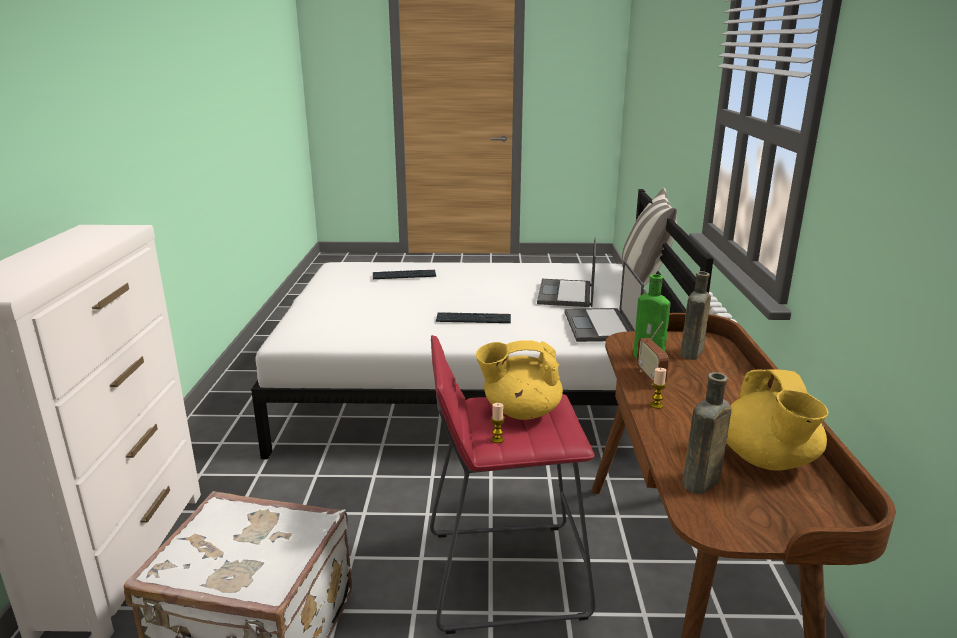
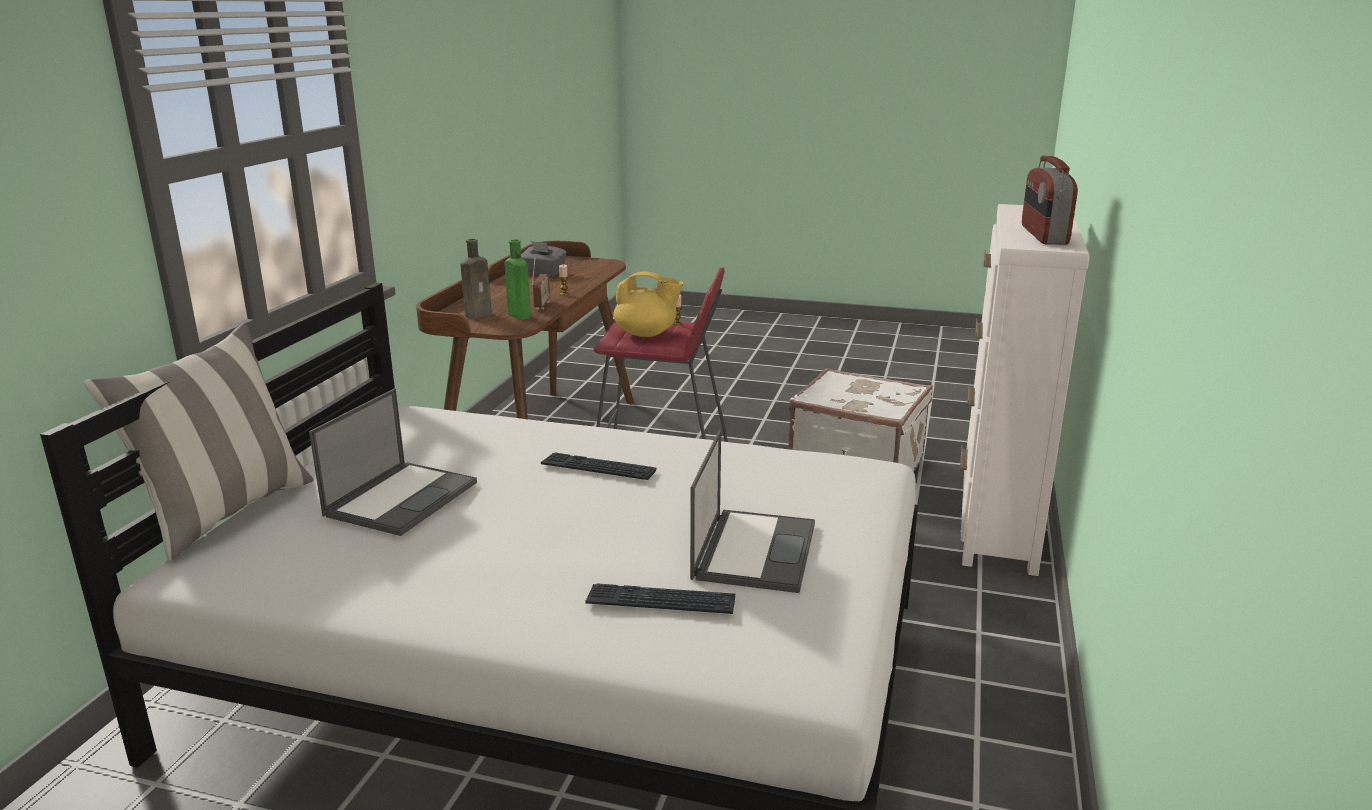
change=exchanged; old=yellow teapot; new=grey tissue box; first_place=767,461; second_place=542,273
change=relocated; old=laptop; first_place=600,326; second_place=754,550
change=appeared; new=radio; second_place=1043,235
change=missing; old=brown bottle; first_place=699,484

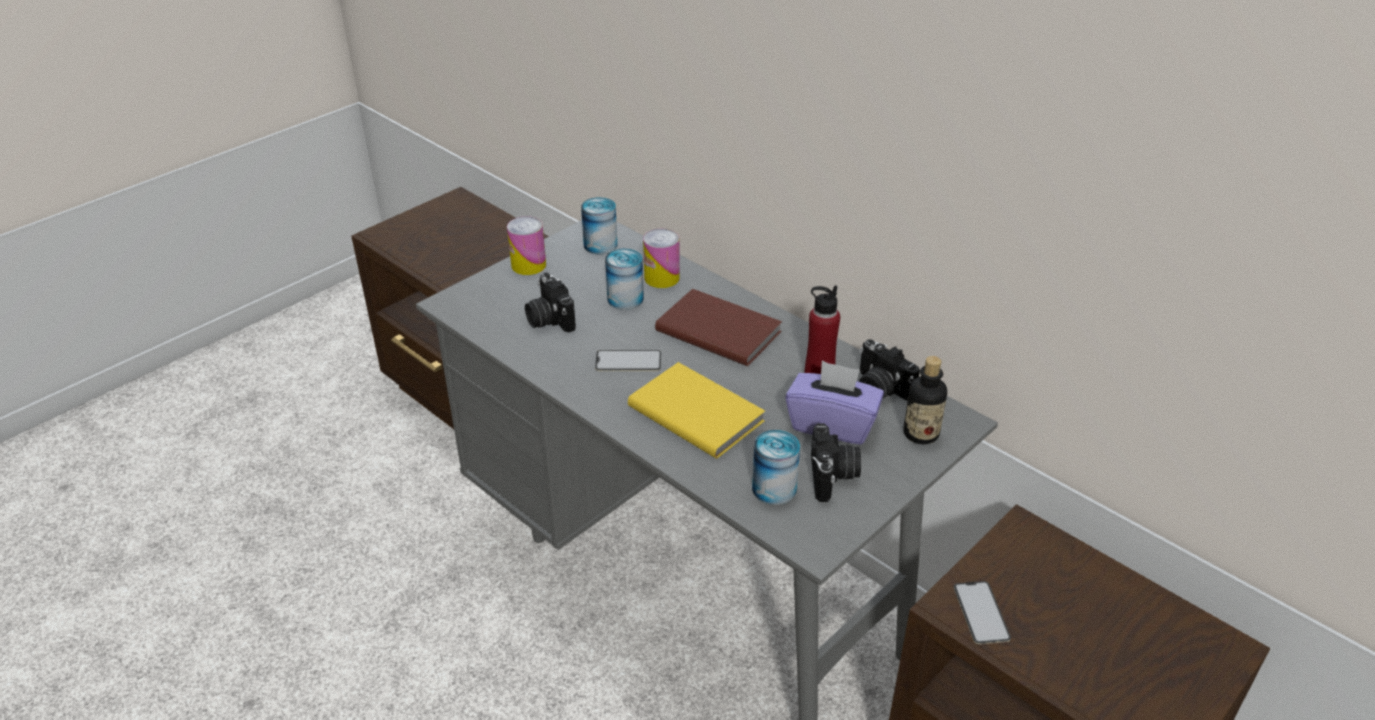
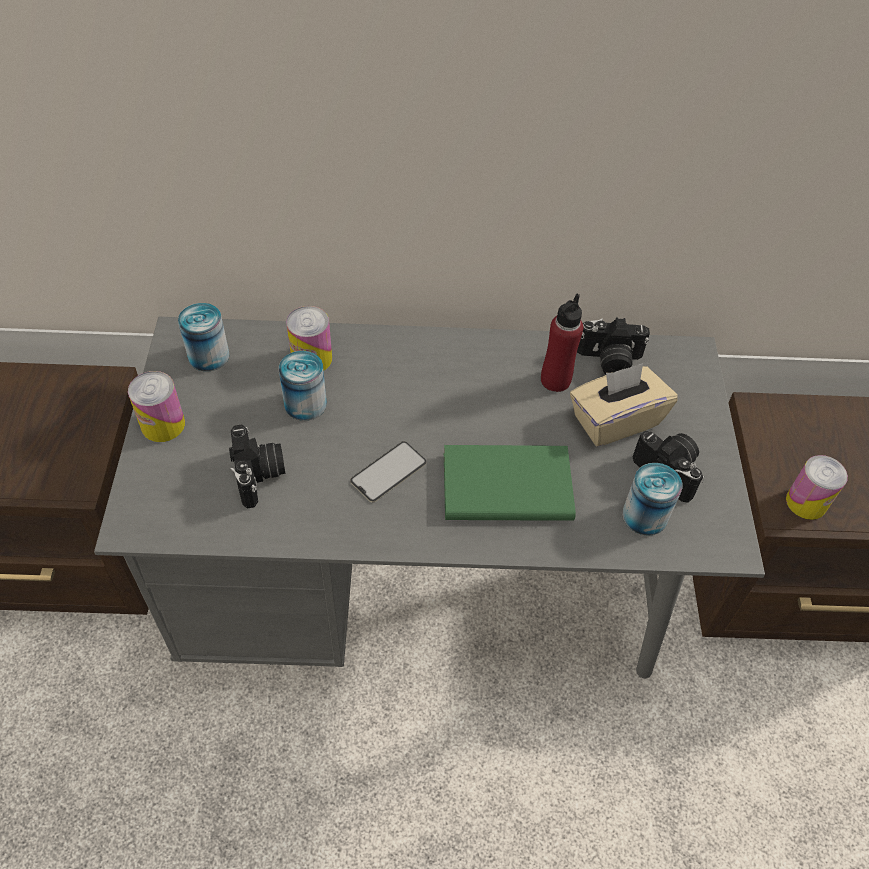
change=spun; old=photo camera; first_place=549,319; second_place=260,475; degrees=-120
change=colour; old=yellow book; new=green book; first_place=696,411; second_place=505,484
change=colour; old=purple tissue box; new=beige tissue box; first_place=832,424; second_place=615,420
change=exchanged; old=phone; new=can; first_place=981,612; second_place=806,502
change=missing; old=brown book; first_place=718,329
change=missing; old=bottle; first_place=921,433

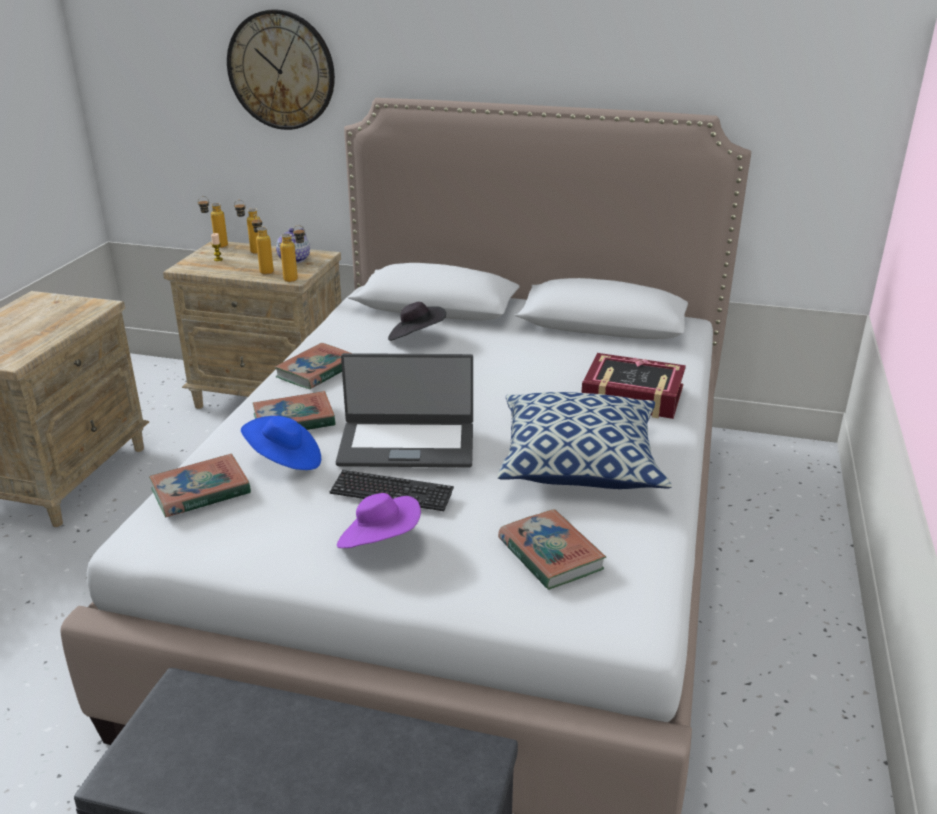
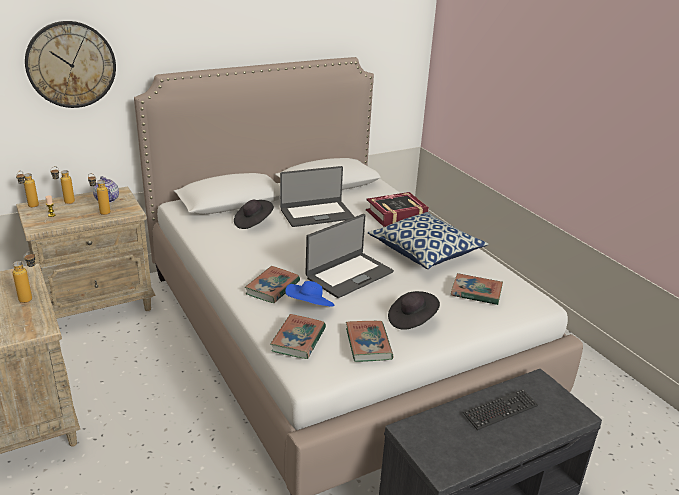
change=relocated; old=bottle; first_place=296,280; second_place=31,298
change=appeared; new=laptop; second_place=316,214
change=relocated; old=book; first_place=316,371; second_place=368,344
change=colour; old=purple hat; new=black hat; first_place=380,542; second_place=411,320
change=relocated; old=keyboard; first_place=392,493; second_place=500,410

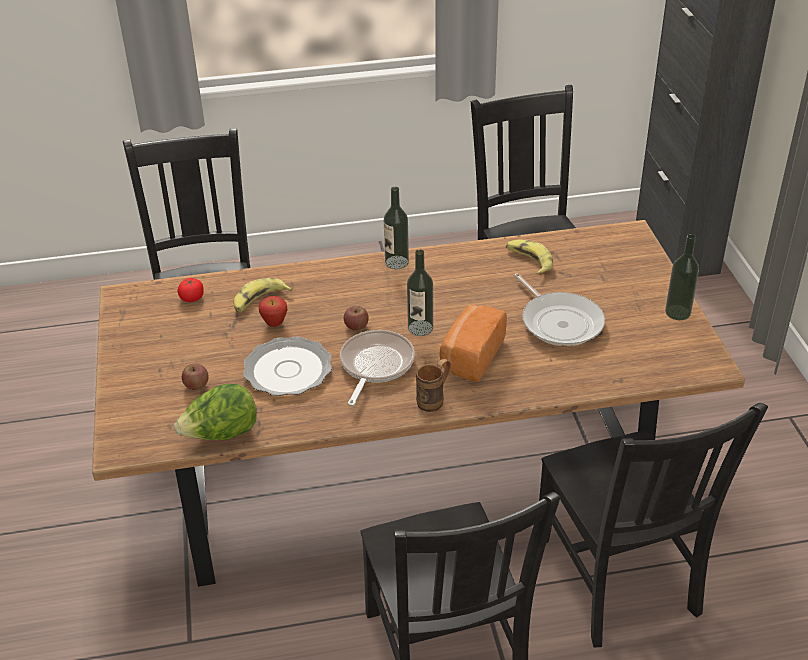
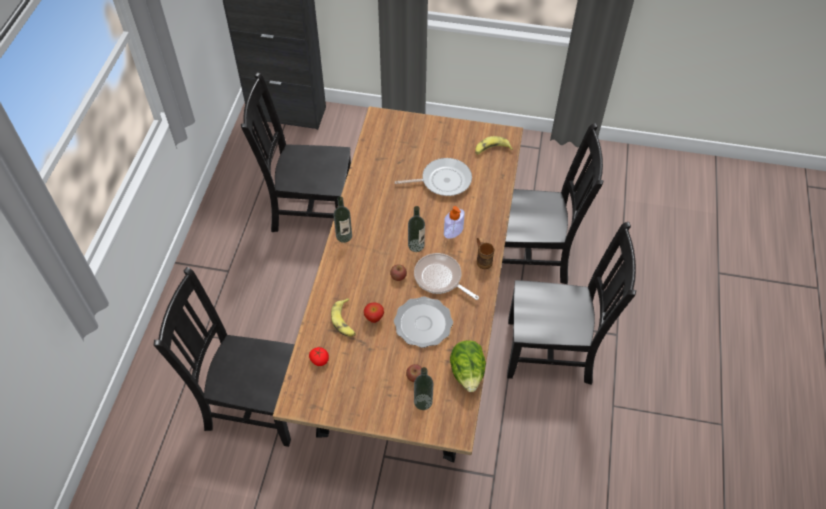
change=relocated; old=bottle; first_place=678,312; second_place=423,401
change=exchanged; old=bread; new=soap dispenser; first_place=470,356; second_place=453,231
change=relocated; old=banana; first_place=529,261; second_place=491,149

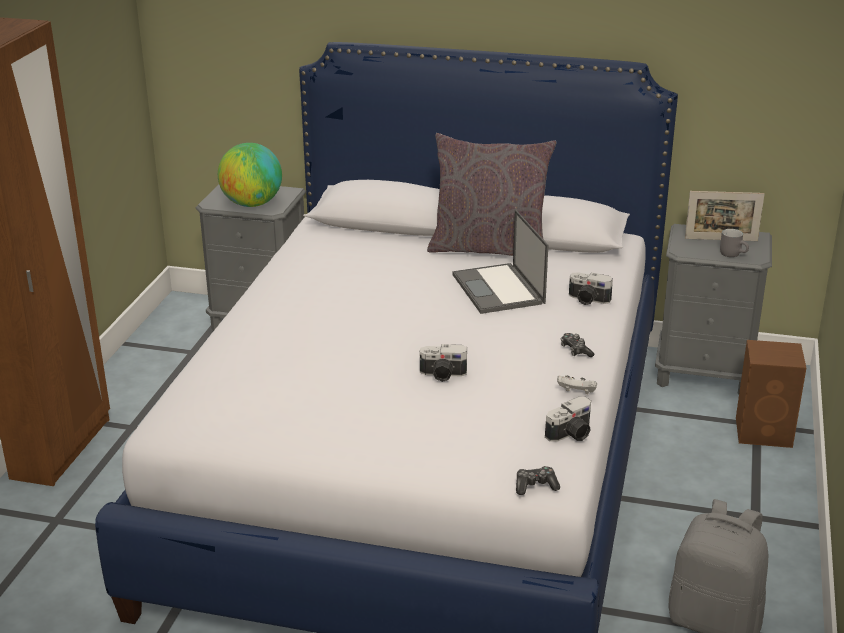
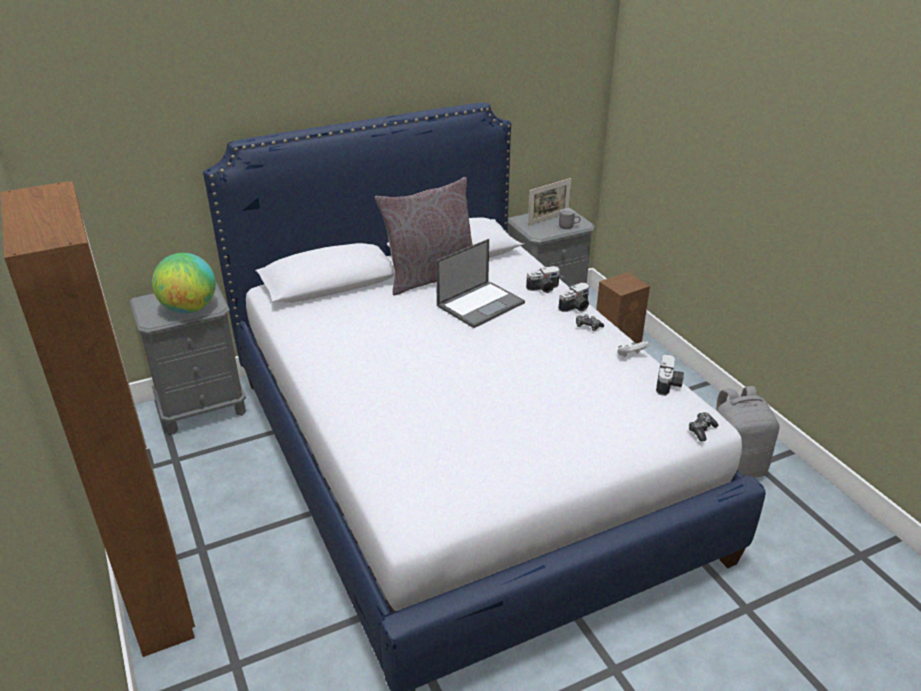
change=spun; old=laptop; first_place=499,289; second_place=481,304; degrees=-75
change=relocated; old=photo camera; first_place=442,375; second_place=576,307

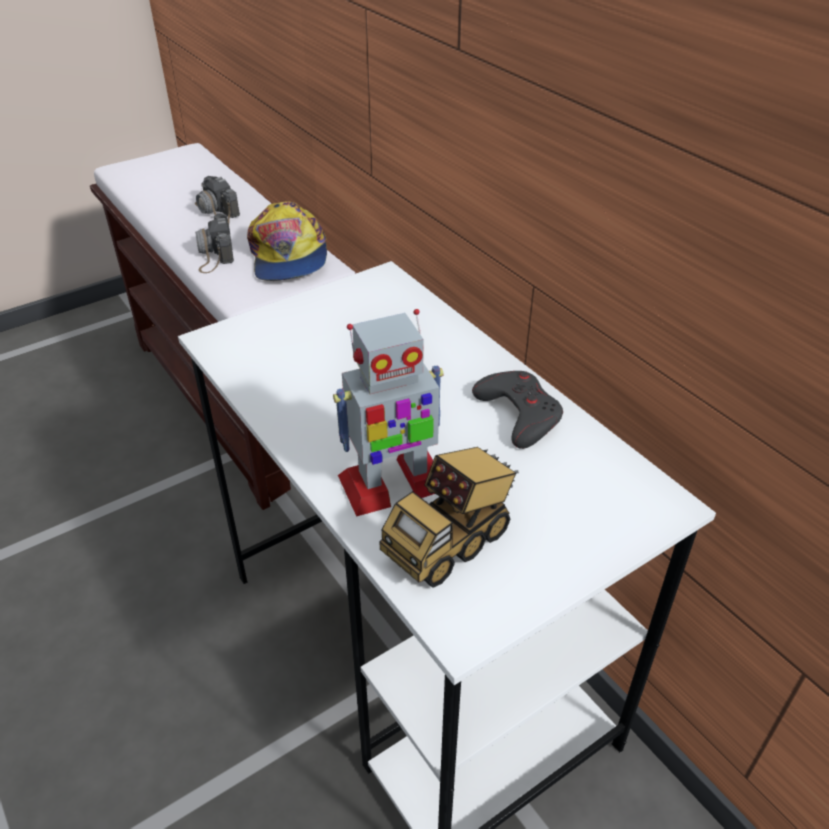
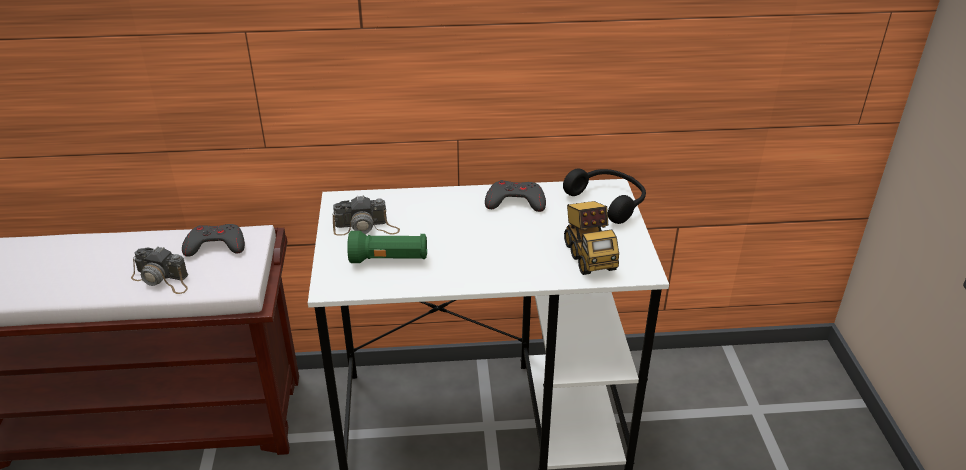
change=exchanged; old=cap; new=grey game controller; first_place=288,256; second_place=215,245
change=relocated; old=photo camera; first_place=217,212; second_place=366,227
change=appeared; new=green flashlight; second_place=389,259
change=appeared; new=black headphones; second_place=608,201
change=missing; old=toy robot; first_place=392,483

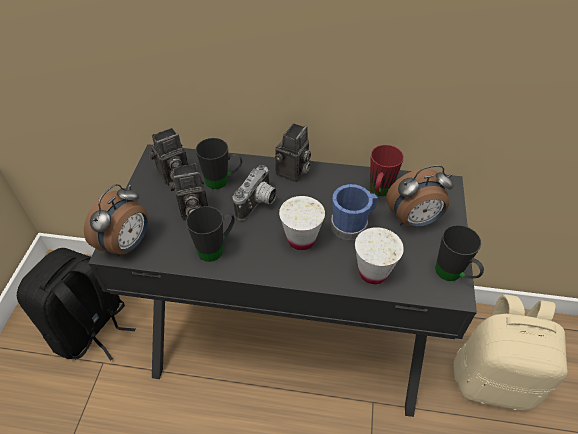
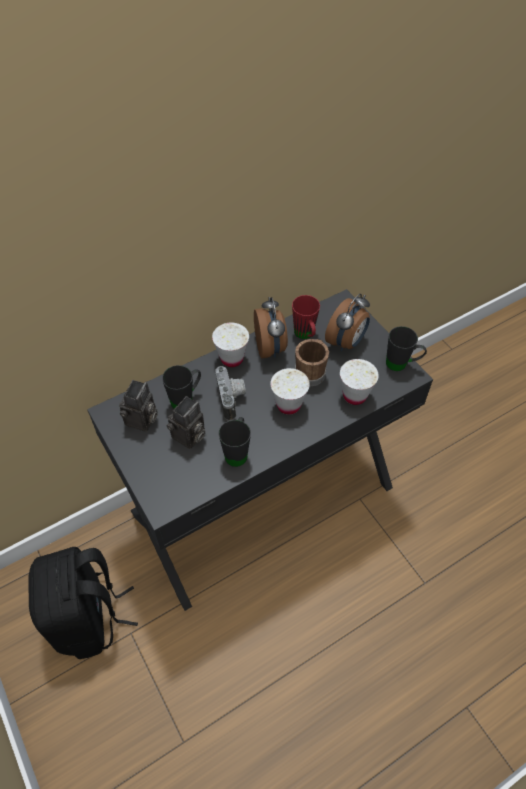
change=exchanged; old=photo camera; new=white cup; first_place=293,172; second_place=232,358
change=relocated; old=alarm clock; first_place=127,244; second_place=270,348
change=colour; old=blue mug; new=brown mug; first_place=352,225; second_place=311,371
change=missing; old=beige backpack; first_place=493,379

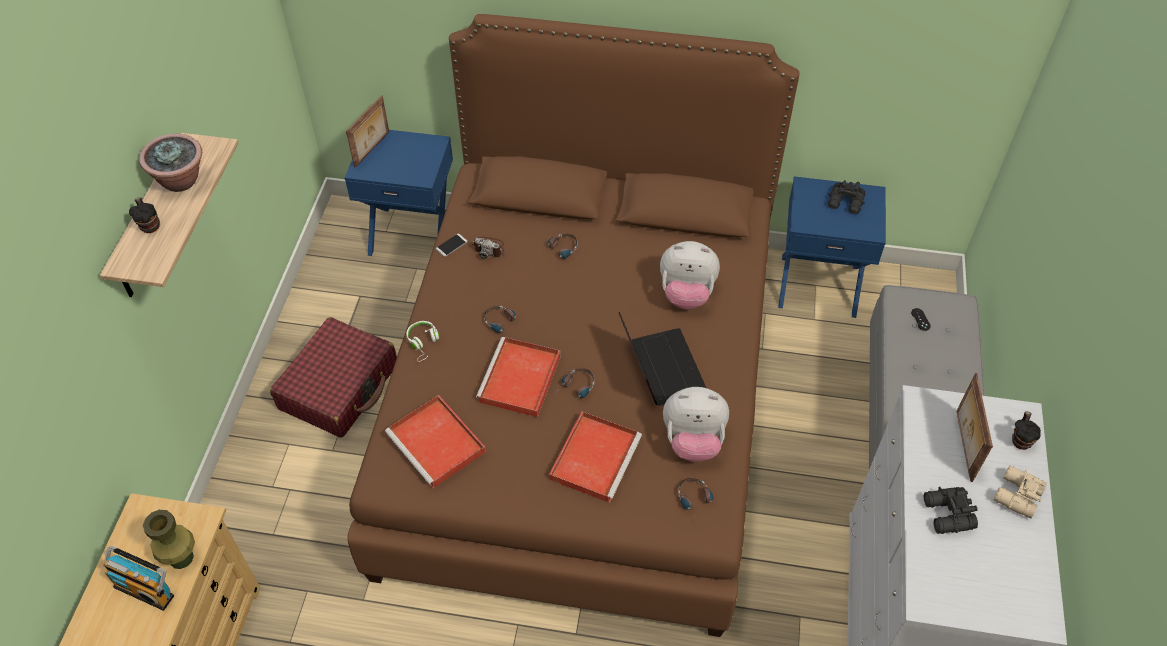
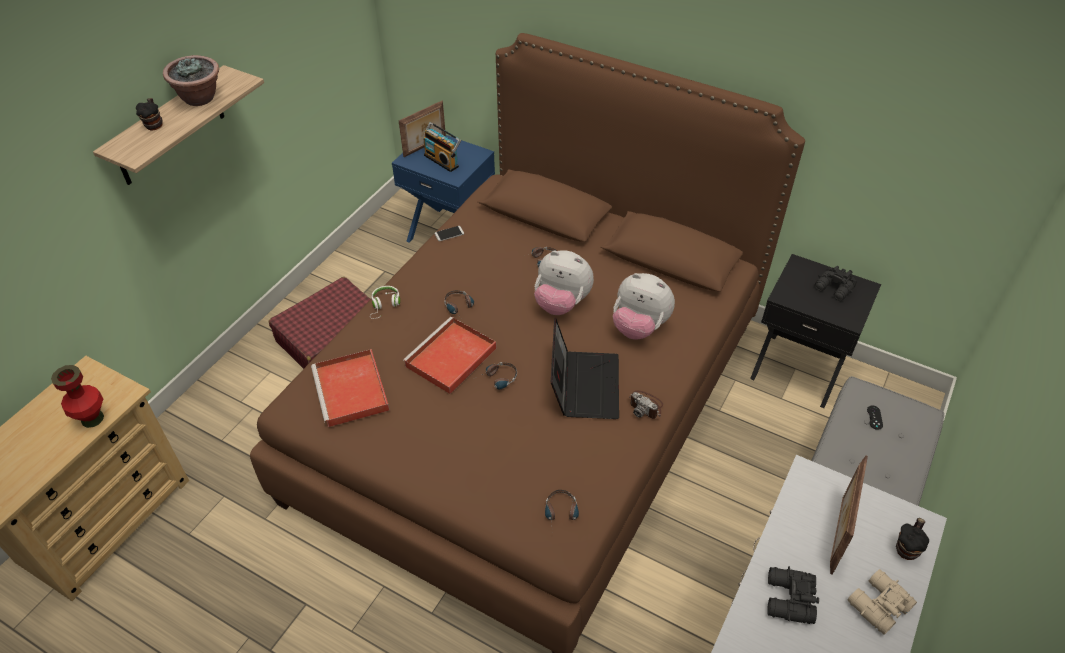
change=colour; old=green vase; new=red vase; first_place=181,557; second_place=92,418
change=relocated; old=radio; first_place=146,589; second_place=443,160
change=relocated; old=plush toy; first_place=693,441; second_place=561,303
change=relocated; old=photo camera; first_place=489,248; second_place=646,406
change=colour; old=blue nightstand; new=black nightstand; first_place=818,284; second_place=798,368
change=missing; old=red tray; first_place=595,457

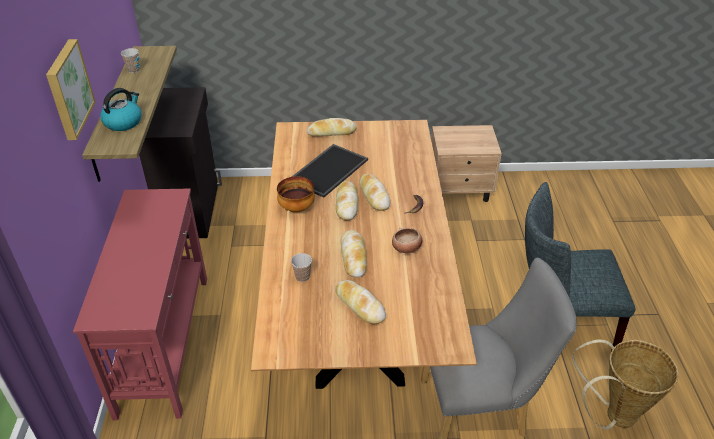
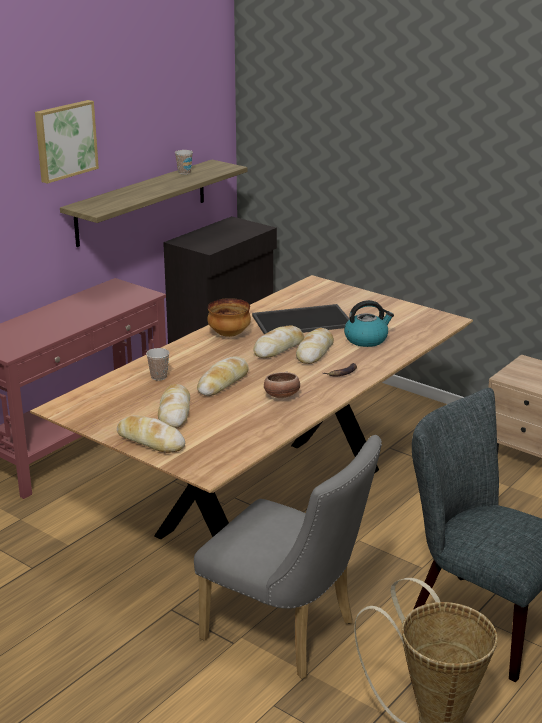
change=relocated; old=bread; first_place=331,132; second_place=150,441
change=relocated; old=kettle; first_place=123,122; second_place=366,339

